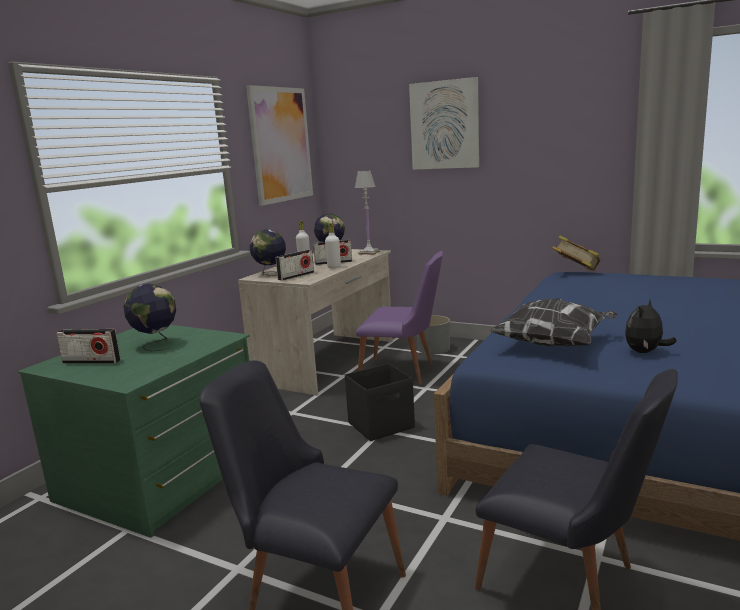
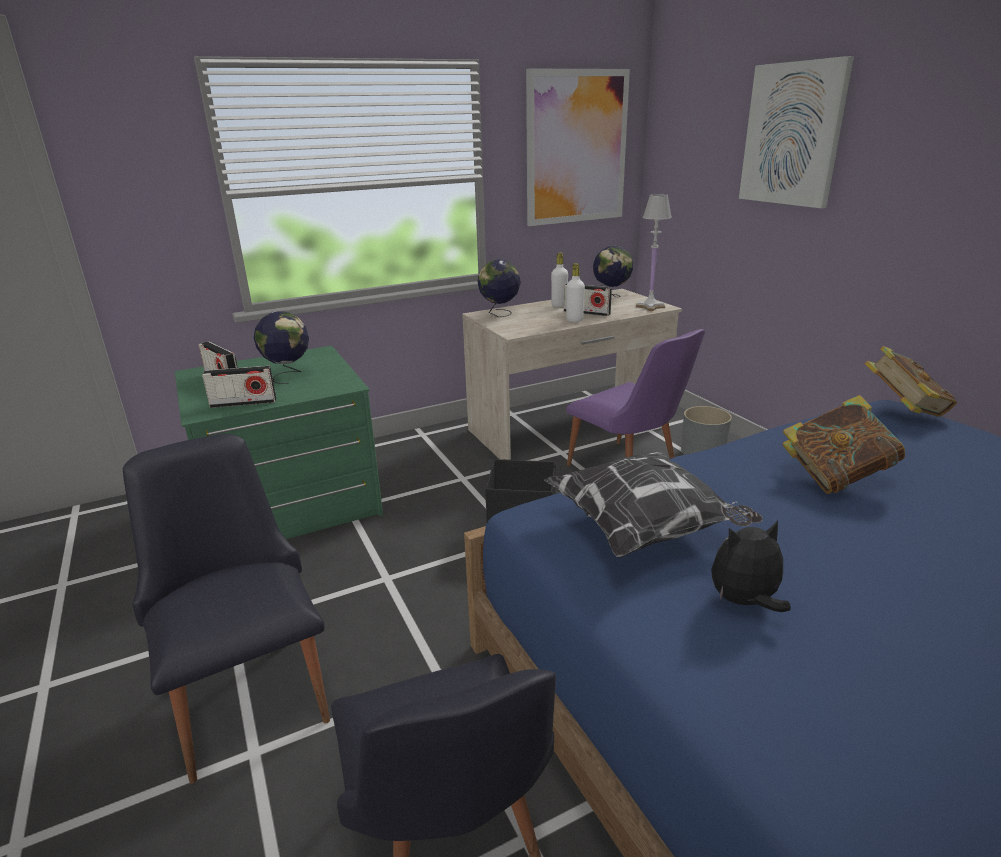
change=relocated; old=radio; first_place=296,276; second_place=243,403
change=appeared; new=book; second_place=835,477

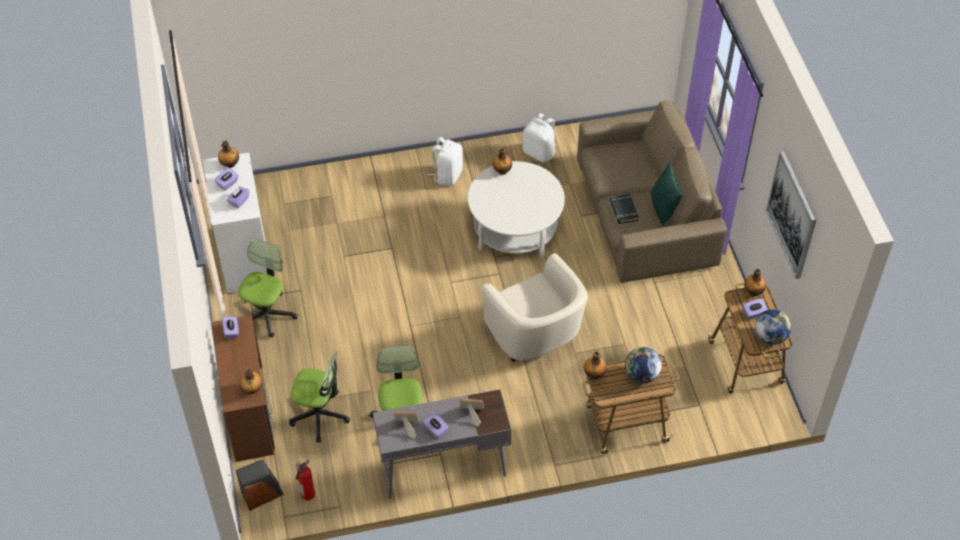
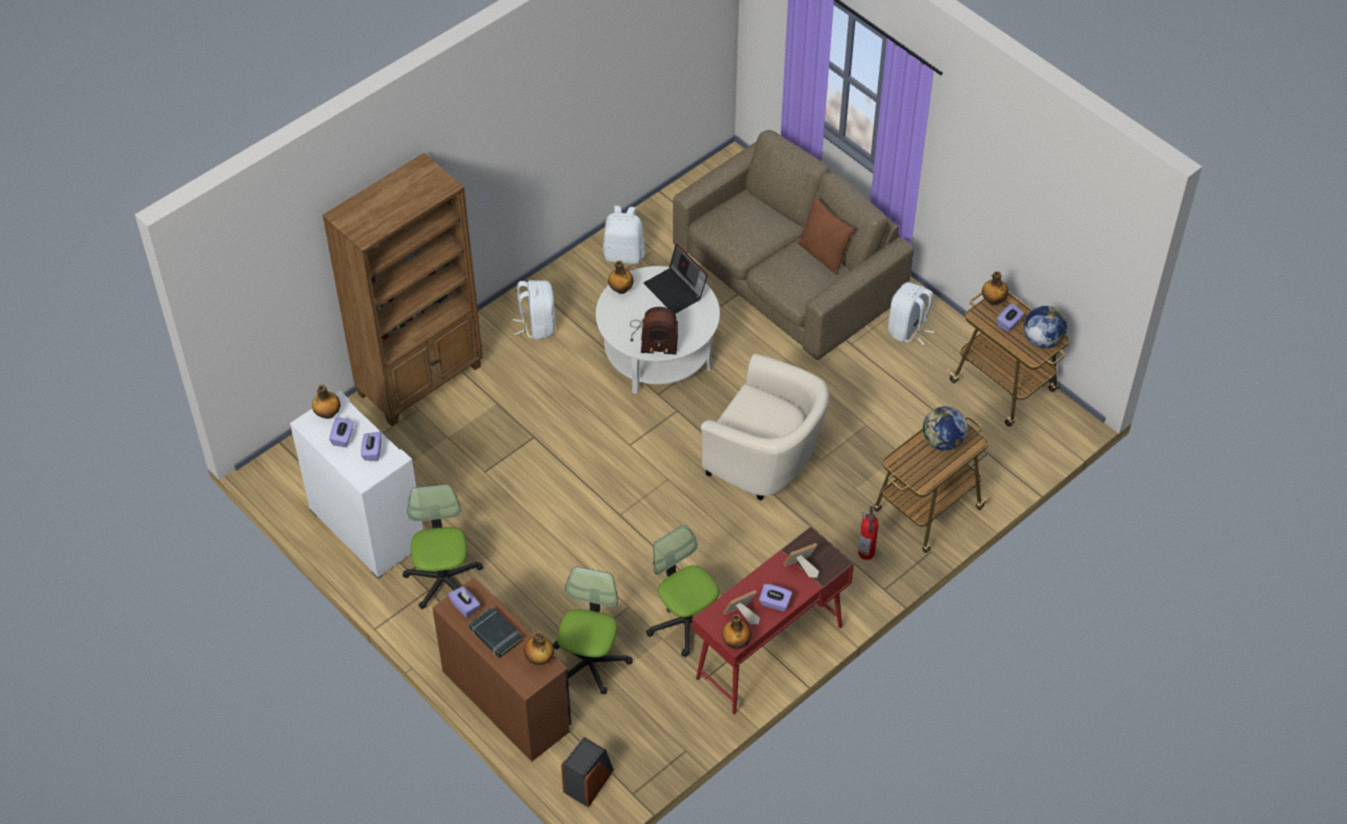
change=appeared; new=brown bookcase; second_place=421,380
change=relocated; old=black book; first_place=623,210; second_place=495,635
change=spun; old=office chair; first_place=320,415; second_place=590,662; degrees=-60
change=appeared; new=radio; second_place=653,337
change=appeared; new=laptop; second_place=676,290
change=colour; old=grey desk; new=red desk; first_place=442,468; second_place=769,653
change=relocated; old=bottle; first_place=594,374; second_place=736,643
change=colour; old=green pillow; new=brown pillow; first_place=662,208; second_place=822,255
change=relocated; old=fire extinguisher; first_place=307,495; second_place=866,554
change=appeared; new=white backpack; second_place=908,329
change=missing; old=picture; first_place=792,214

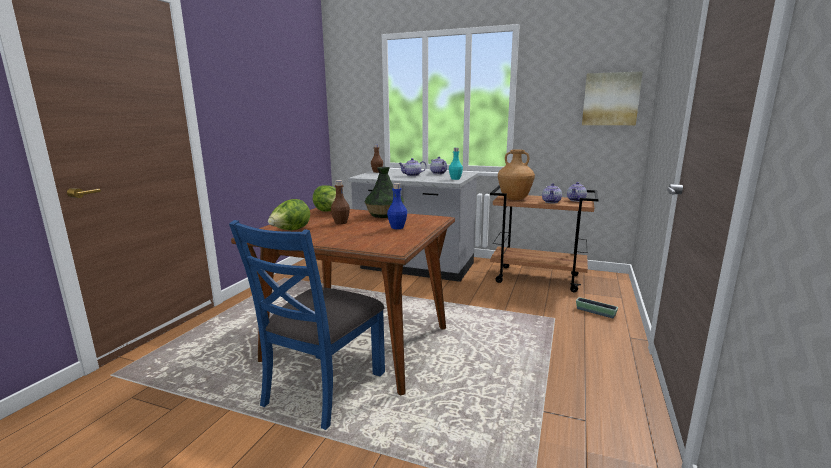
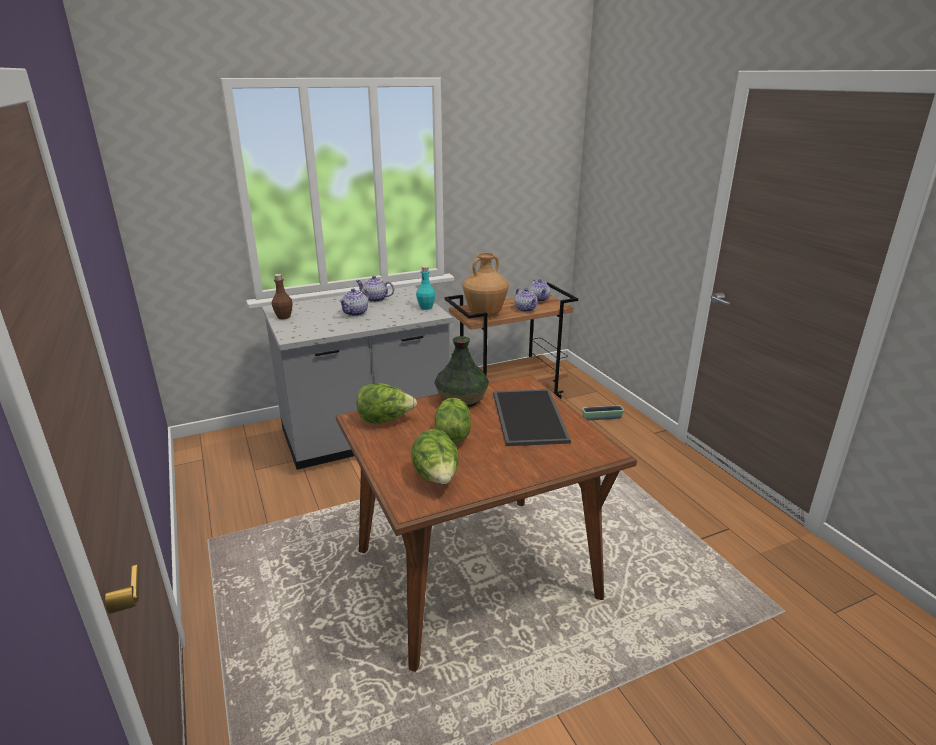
change=exchanged; old=brown bottle; new=lettuce; first_place=341,222; second_place=452,435
change=exchanged; old=blue bottle; new=tray; first_place=397,227; second_place=527,416
change=missing; old=blue chair; first_place=323,389
change=missing; old=picture; first_place=610,99

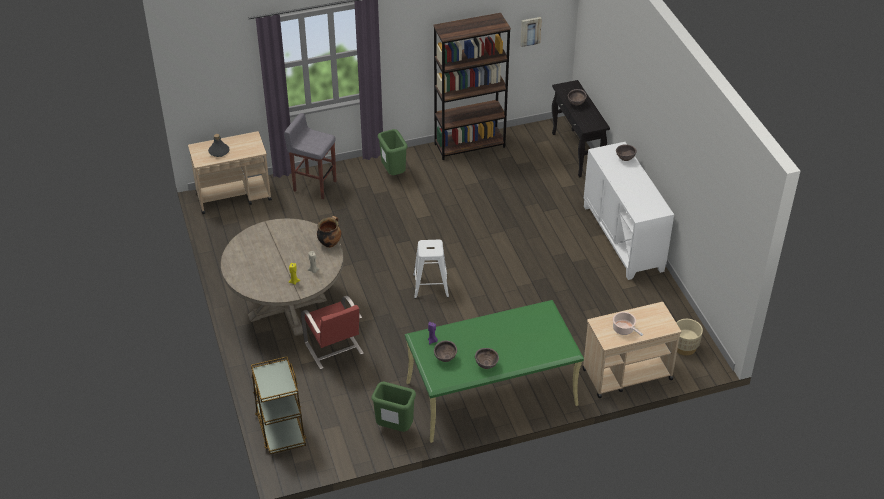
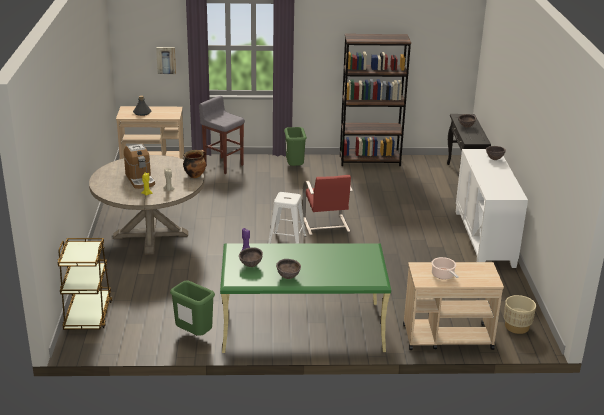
change=appeared; new=coffee machine; second_place=140,179
change=relocated; old=picture; first_place=530,31; second_place=166,60
change=relocated; old=red chair; first_place=334,349; second_place=326,225

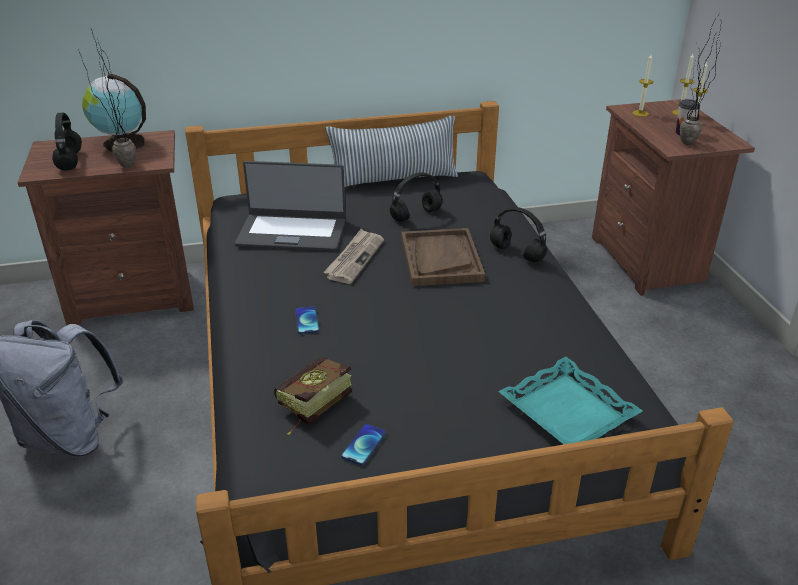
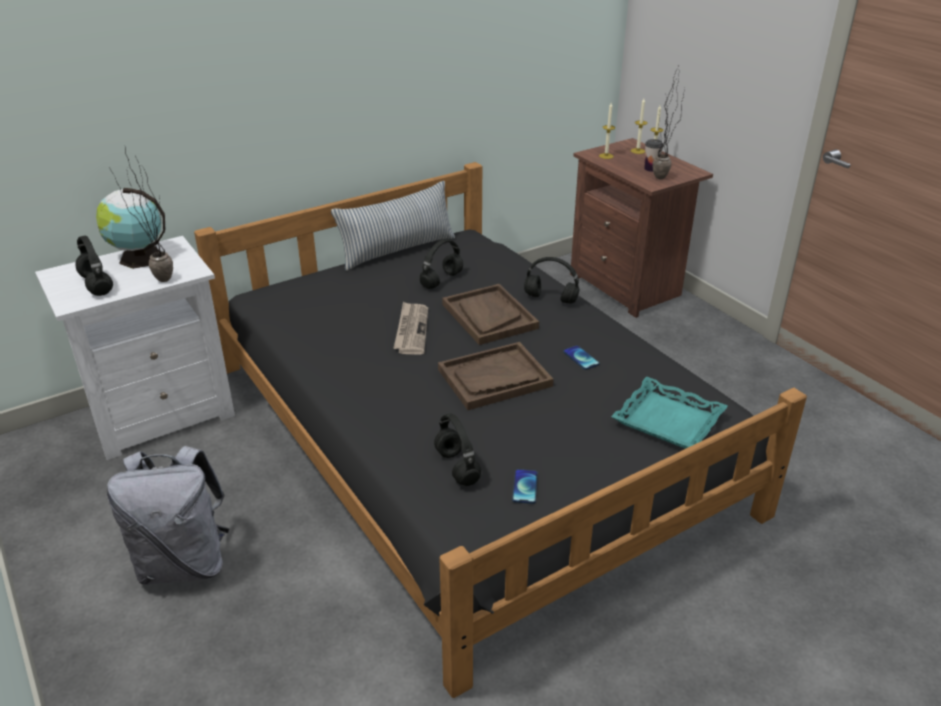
change=colour; old=brown nightstand; new=white nightstand; first_place=134,295; second_place=161,414
change=exchanged; old=book; new=black headphones; first_place=309,407; second_place=458,468
change=appeared; new=brown tray; second_place=494,378
change=relocated; old=phone; first_place=307,321; second_place=581,358
change=missing; old=laptop; first_place=292,232

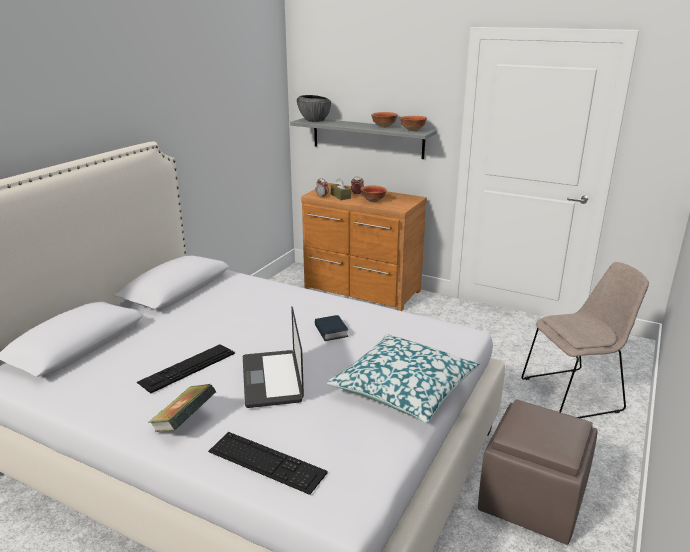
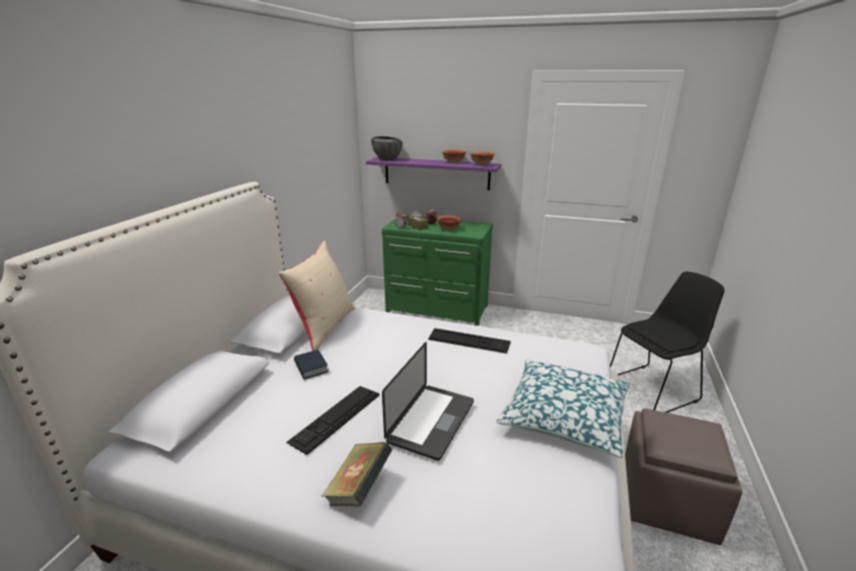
change=appeared; new=beige pillow; second_place=324,326
change=relocated; old=book; first_place=331,331; second_place=311,368
change=colour; old=grey shelf; new=purple shelf; first_place=367,137; second_place=436,173
change=colour; old=brown dresser; new=green dresser; first_place=361,291; second_place=437,309
change=spun; old=laptop; first_place=272,379; second_place=431,421; degrees=-135
change=relocated; old=keyboard; first_place=266,462; second_place=469,341
change=colour; old=beige chair; new=black chair; first_place=574,394; second_place=653,389

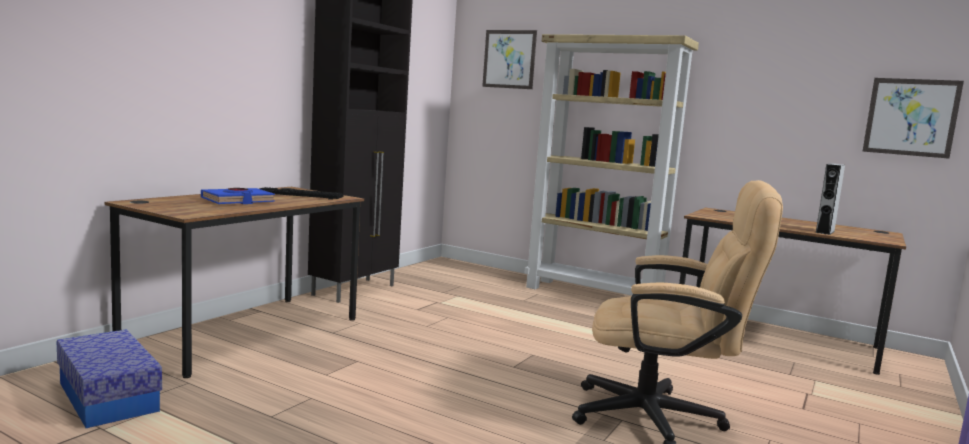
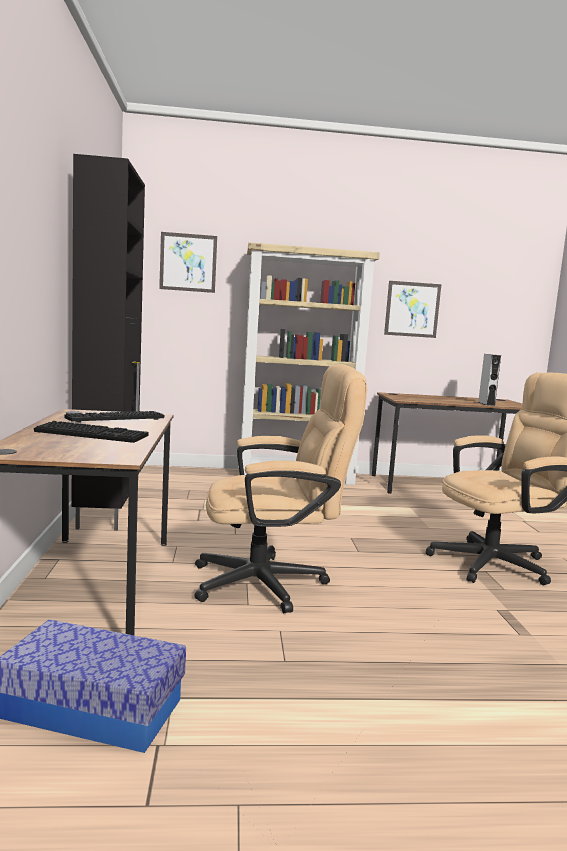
change=exchanged; old=blue book; new=keyboard; first_place=238,201; second_place=93,434
change=appeared; new=beige office chair; second_place=272,583
change=relocated; old=picture; first_place=911,117; second_place=412,309

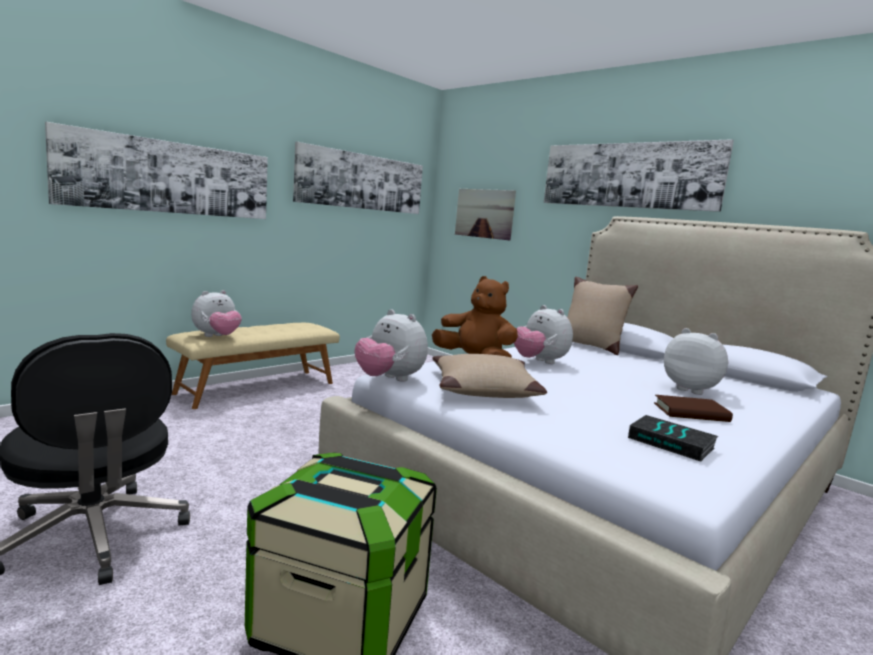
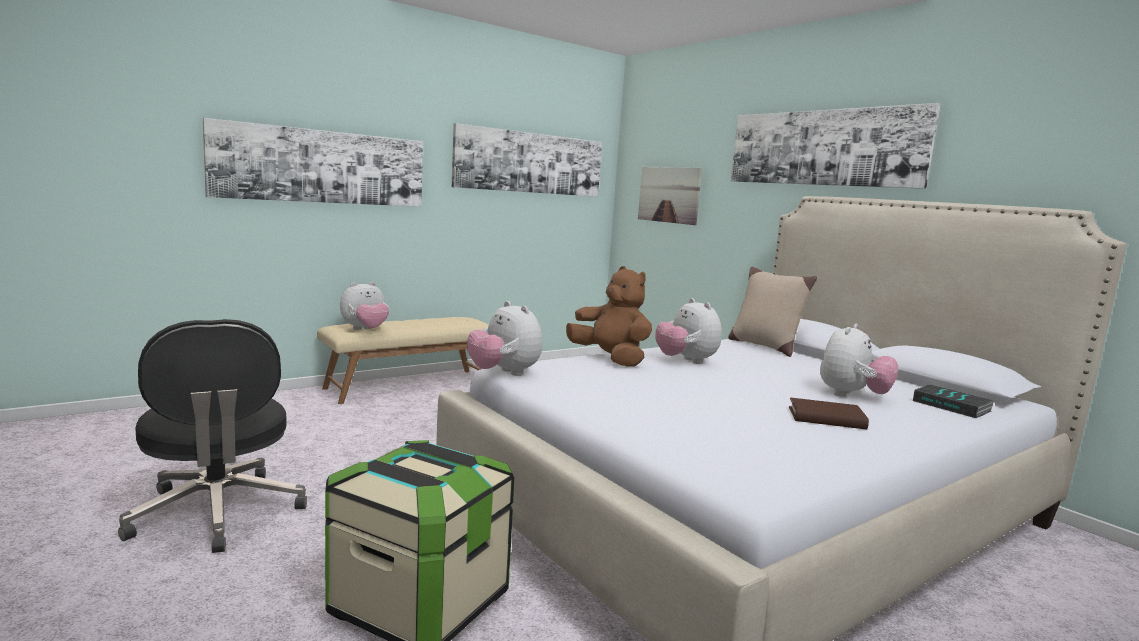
change=spun; old=plush toy; first_place=692,390; second_place=852,396; degrees=75
change=relocated; old=book; first_place=672,443; second_place=952,406
change=missing; old=beige pillow; first_place=483,389

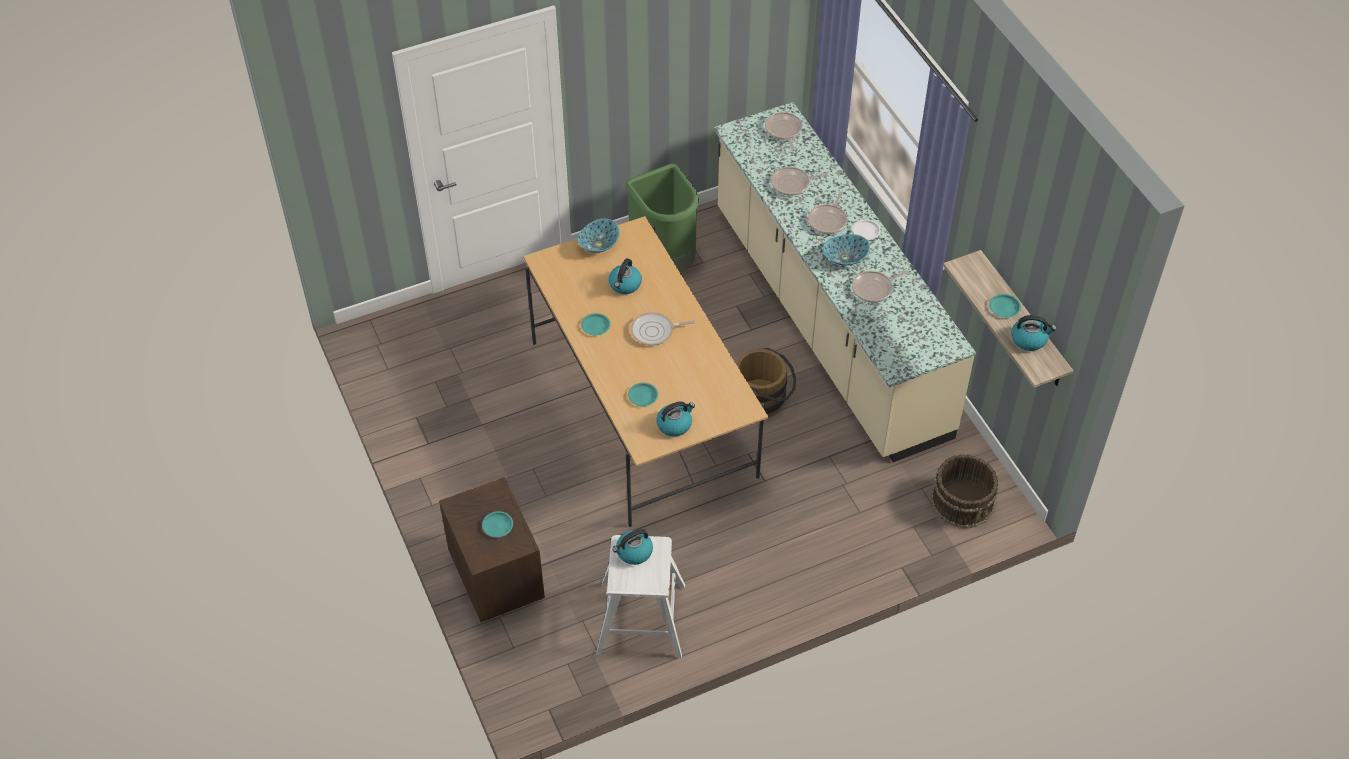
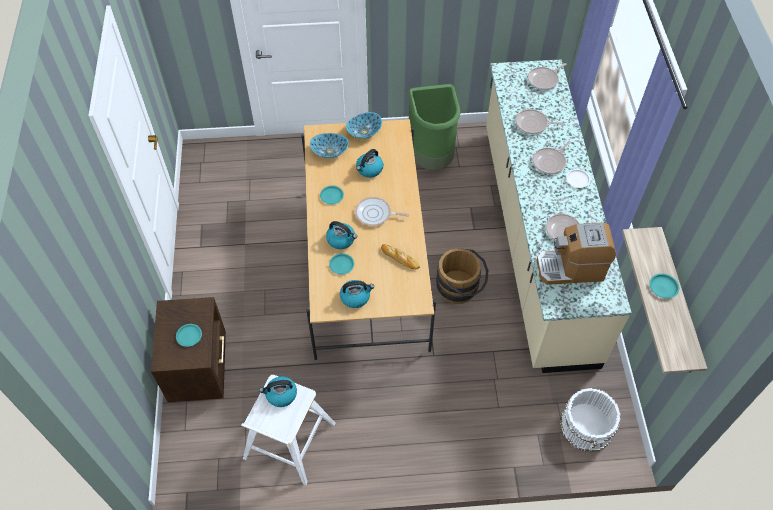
change=relocated; old=bowl; first_place=845,258; second_place=330,151
change=relocated; old=kettle; first_place=1029,339; second_place=341,239
change=appeared; new=bread; second_place=400,258
change=spun; old=frying pan; first_place=783,131; second_place=544,80; degrees=-135
change=appeared; new=coffee machine; second_place=571,268
change=colour; old=brown bucket; new=white bucket; first_place=963,501; second_place=587,426

